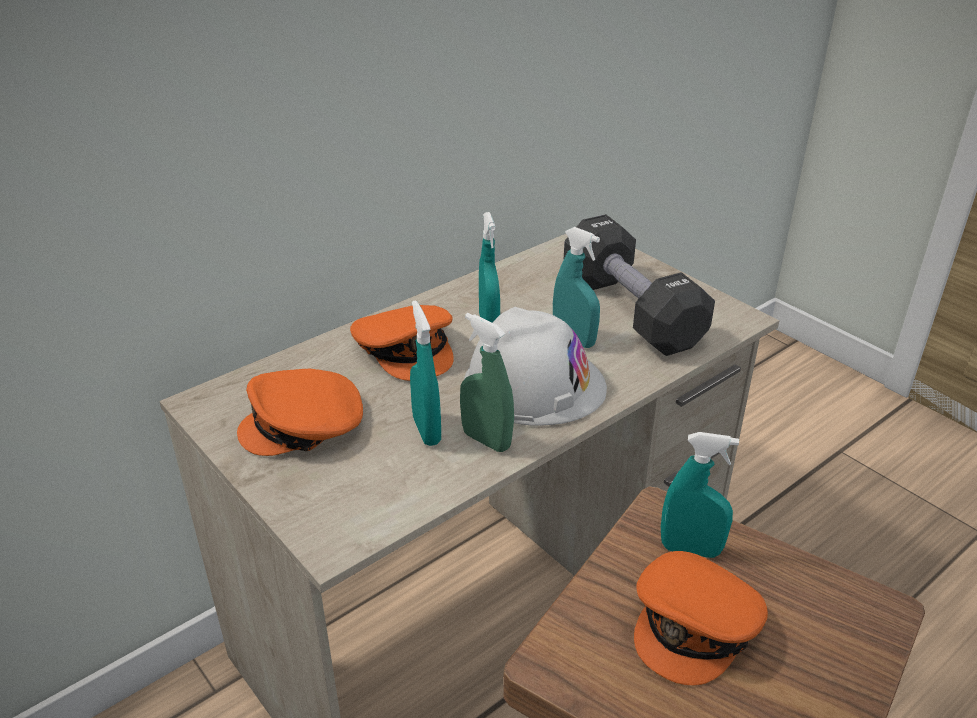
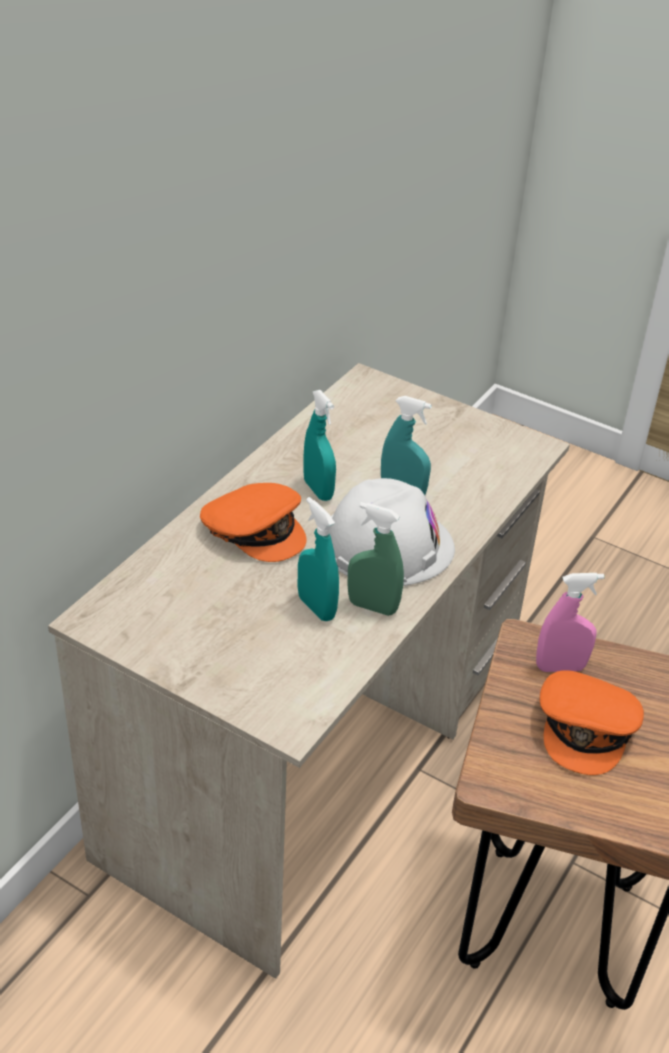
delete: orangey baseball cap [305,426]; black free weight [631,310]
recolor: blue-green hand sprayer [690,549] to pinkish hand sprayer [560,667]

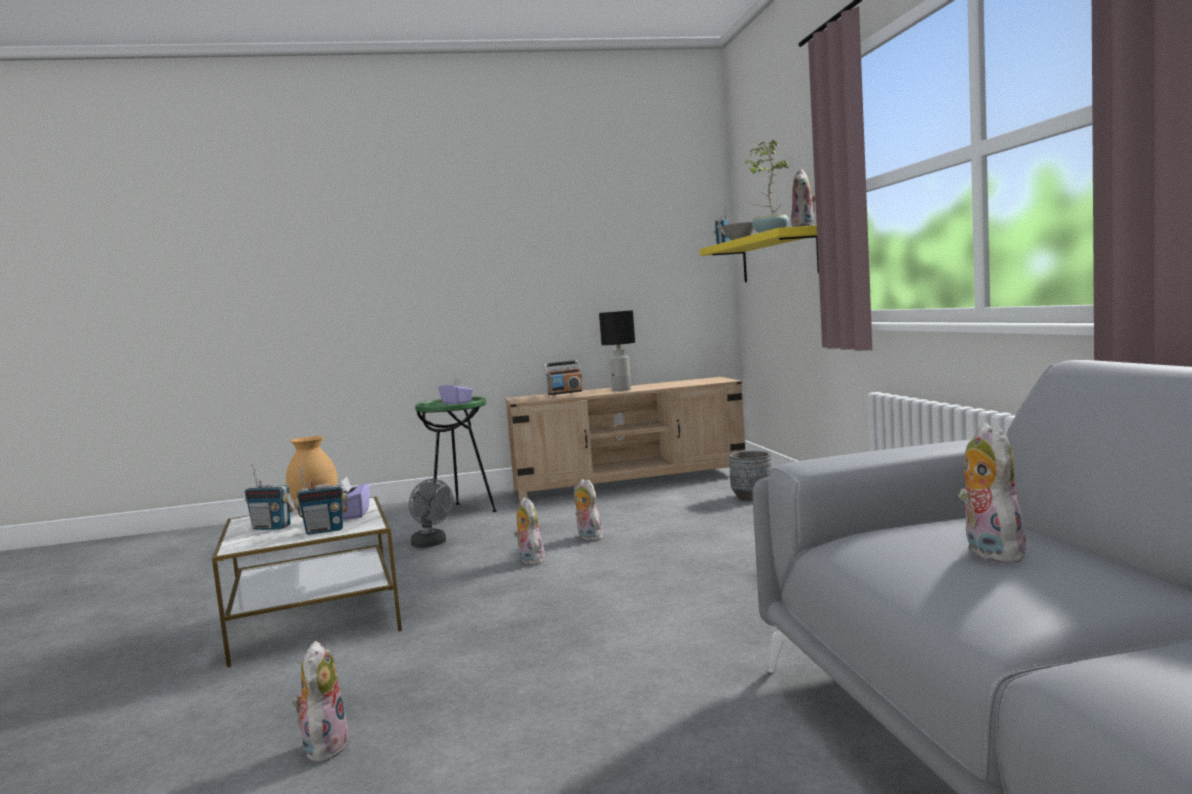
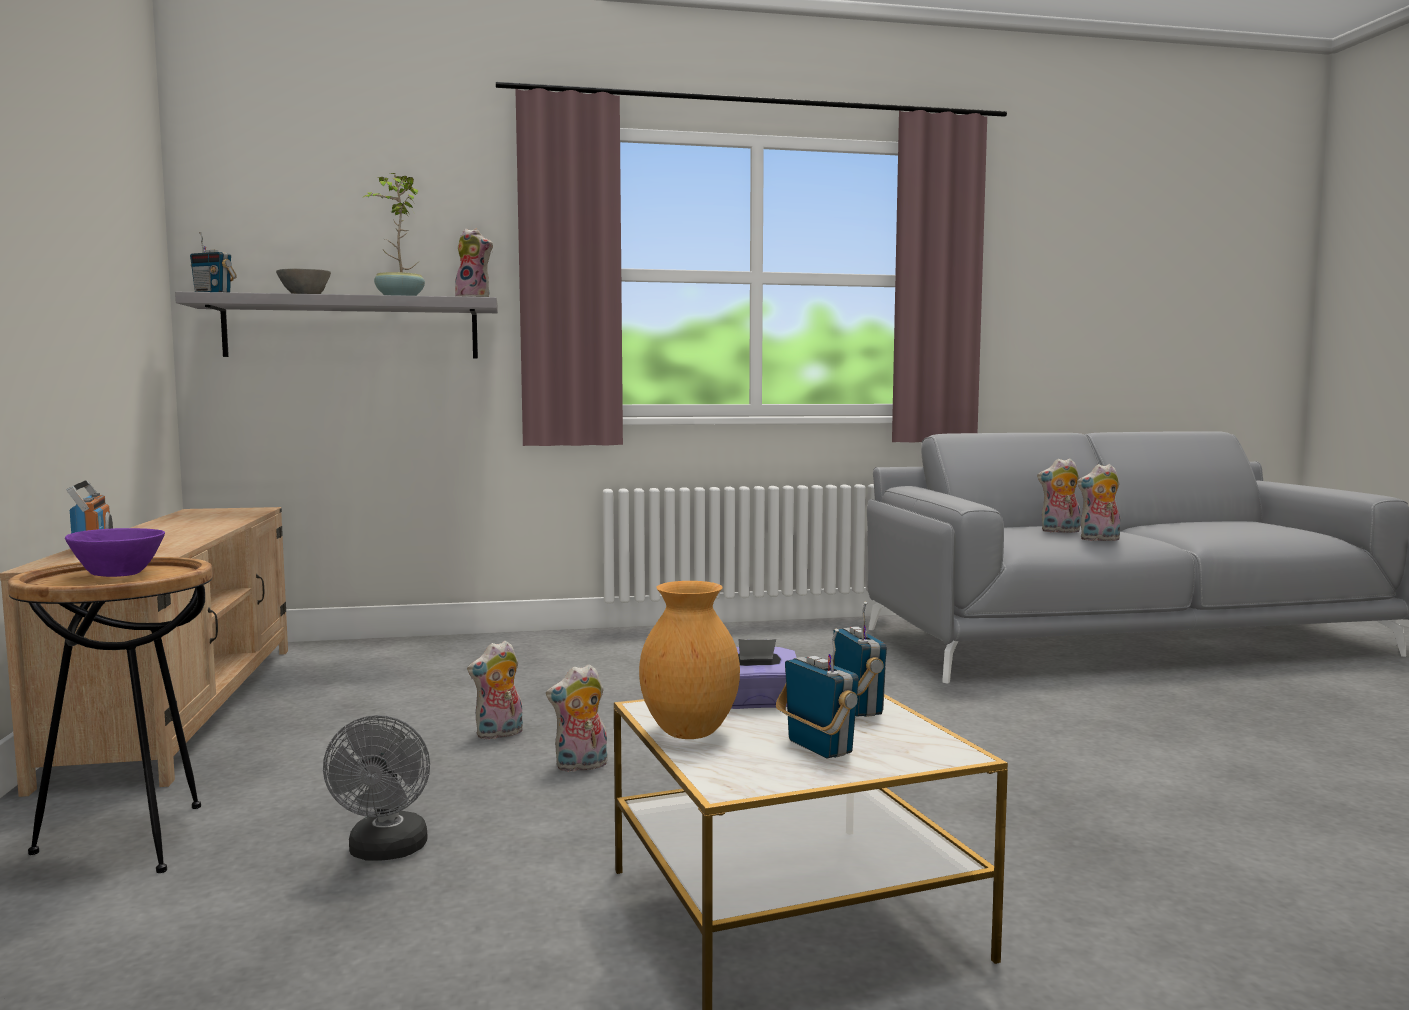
delete: black tabletop lamp [621,390]; gray flower pot [752,497]
move: cuddly toy [324,746] to [1099,540]
replace: purple-coloured tissue holder [457,403] to purple-coloured bowl [117,574]
recolor: greenish side table [461,512] to brown side table [132,842]; yellow bracket shelf [778,257] to gray bracket shelf [352,329]
rotate: gray cooling fan [431,544] = [386,852] 120 degrees clockwise; radio [272,527] = [818,748] 45 degrees counterclockwise

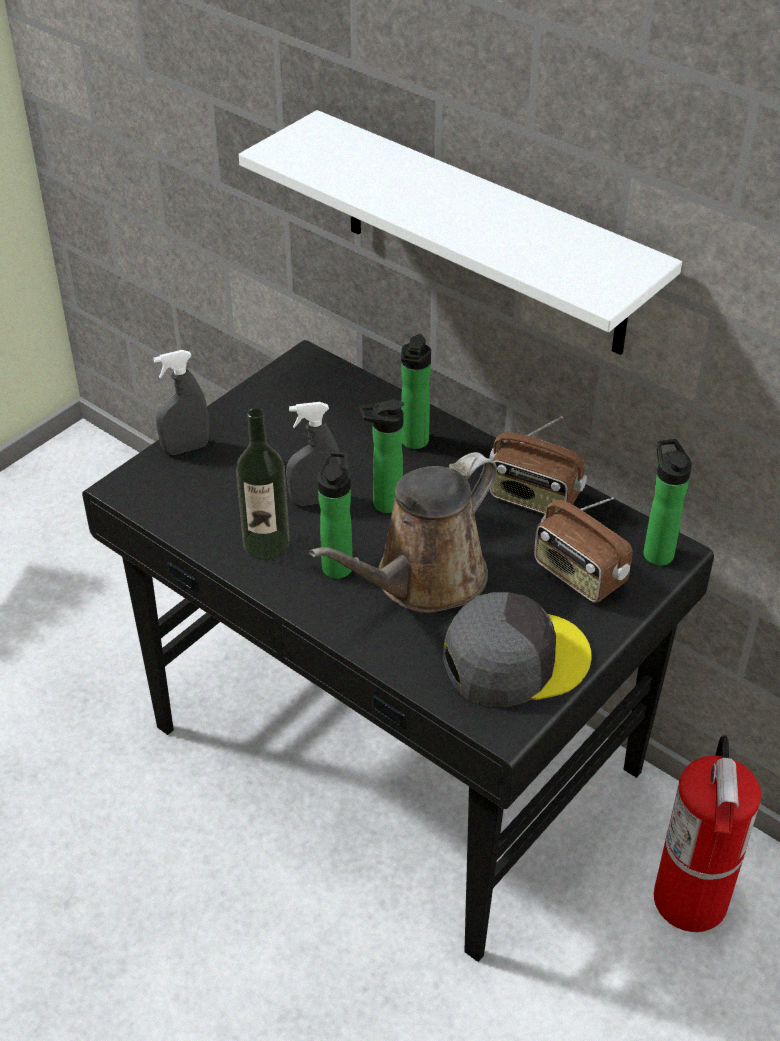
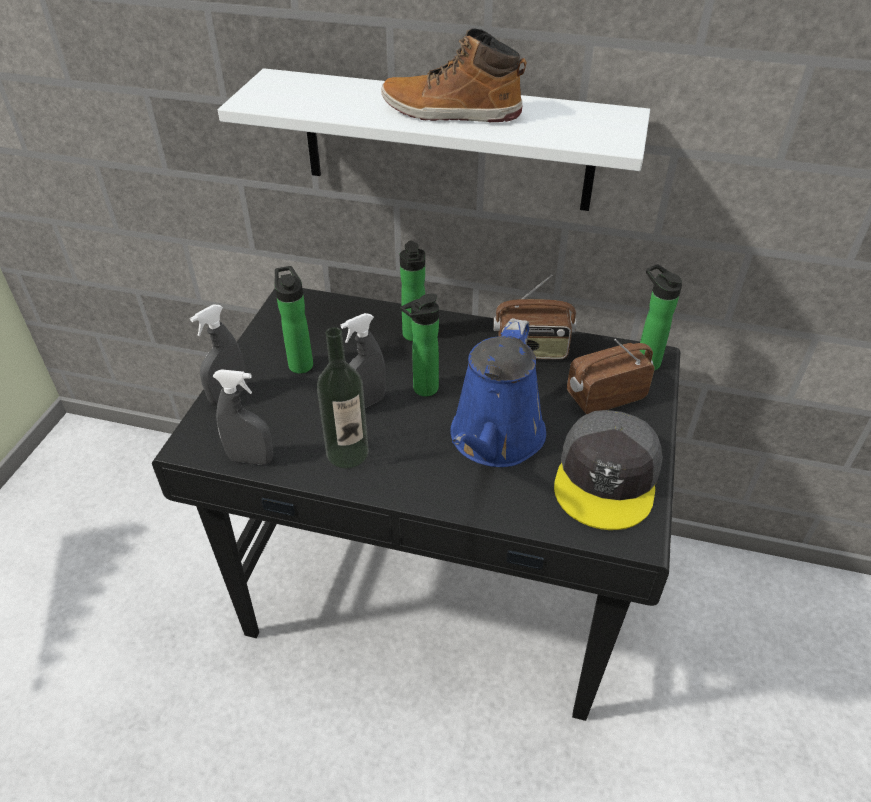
delete: fire extinguisher [690,901]
insert: gray hand sprayer [251,459]; tall boot [450,112]
move: drink bottle [338,564] to [300,363]
recolor: brown watering pot [423,581] to bluish watering pot [494,440]
rotate: gray baseball cap [514,658] = [607,477] 150 degrees clockwise; radio [578,575] = [605,396] 135 degrees clockwise

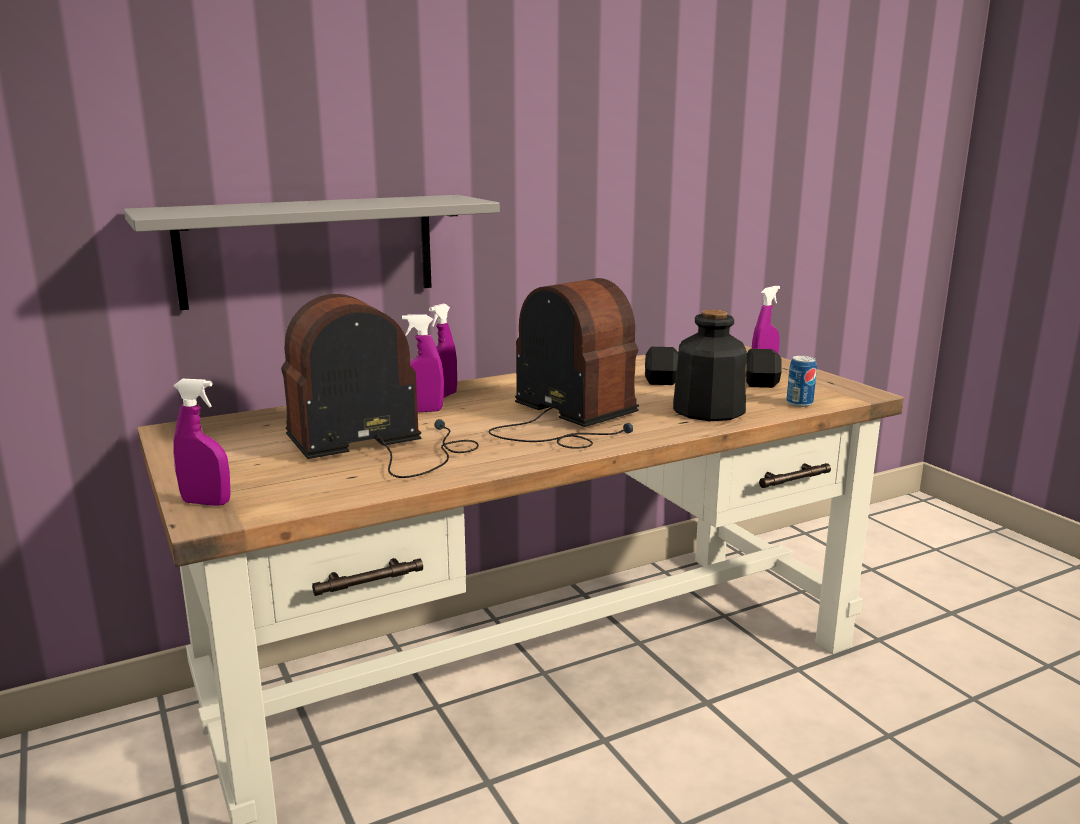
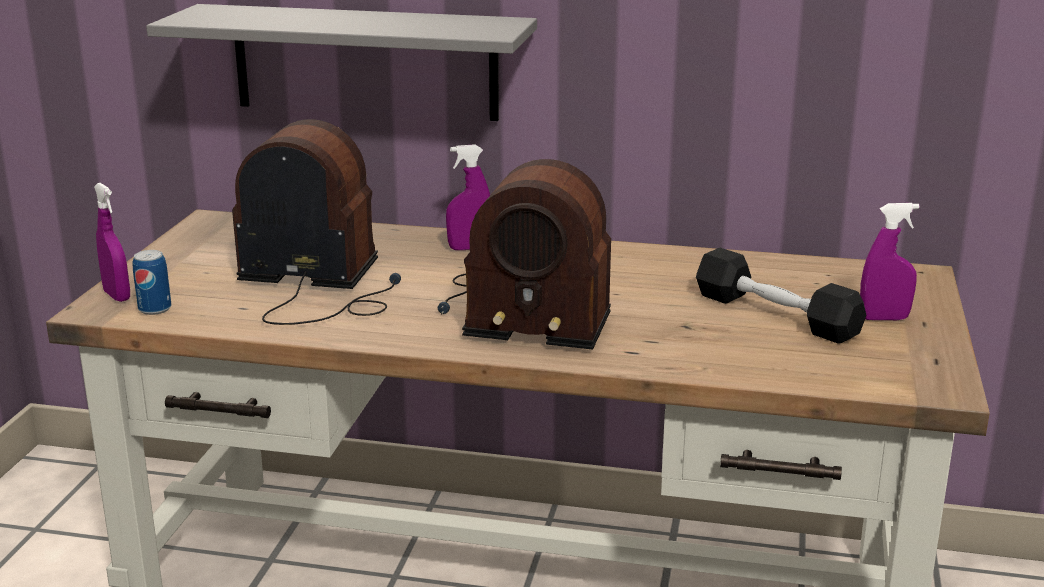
delete: purple-coloured hand sprayer [422,411]; drink bottle [707,410]
move: metal can [799,403] to [155,309]
rotate: radio [568,420] = [523,312] 105 degrees clockwise

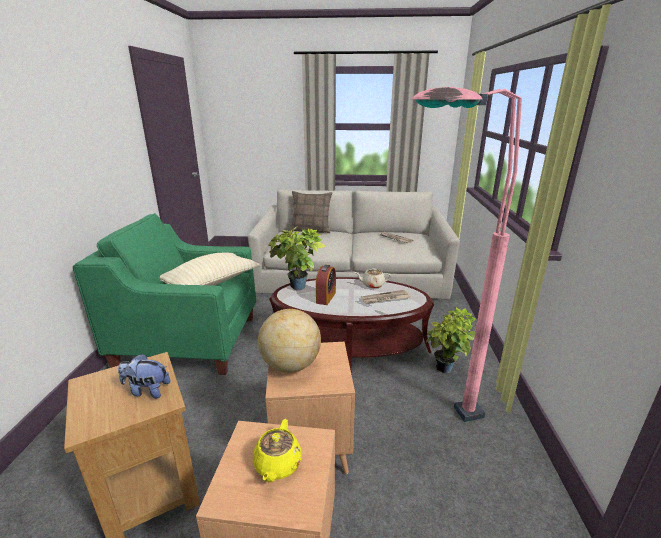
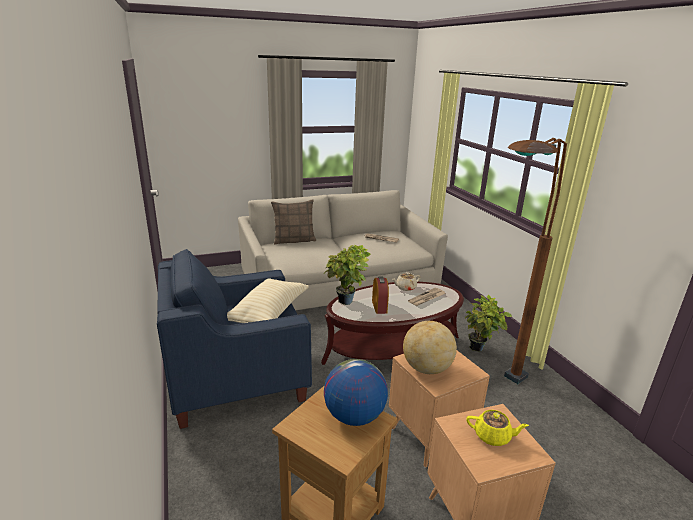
replace: cuddly toy [147,390] to globe [354,416]
recolor: greenish armchair [189,341] to bluish armchair [237,379]; pinkish floor lamp [427,420] to brown floor lamp [493,390]
rotate: yellow tea pot [277,465] = [493,436] 60 degrees counterclockwise

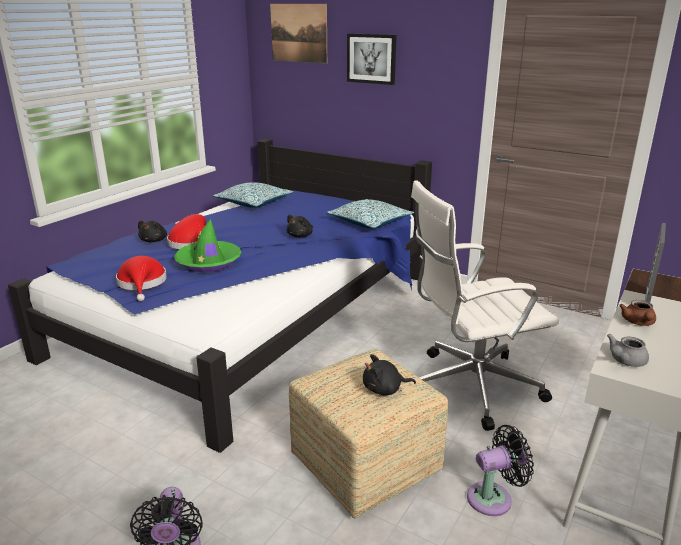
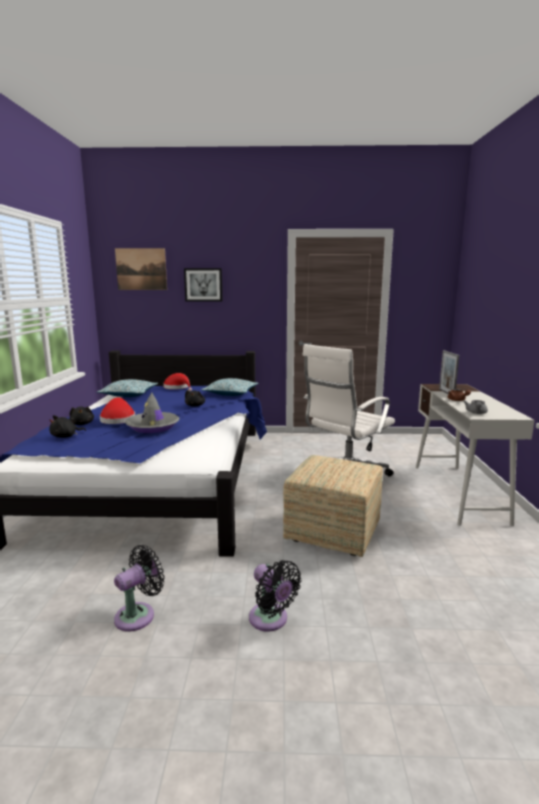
move: black cuddly toy [384,389] to [66,436]; black cooling fan [494,498] to [138,615]; red wearable hat [142,283] to [178,388]
recolor: greenish wearable hat [209,262] to gray wearable hat [153,427]

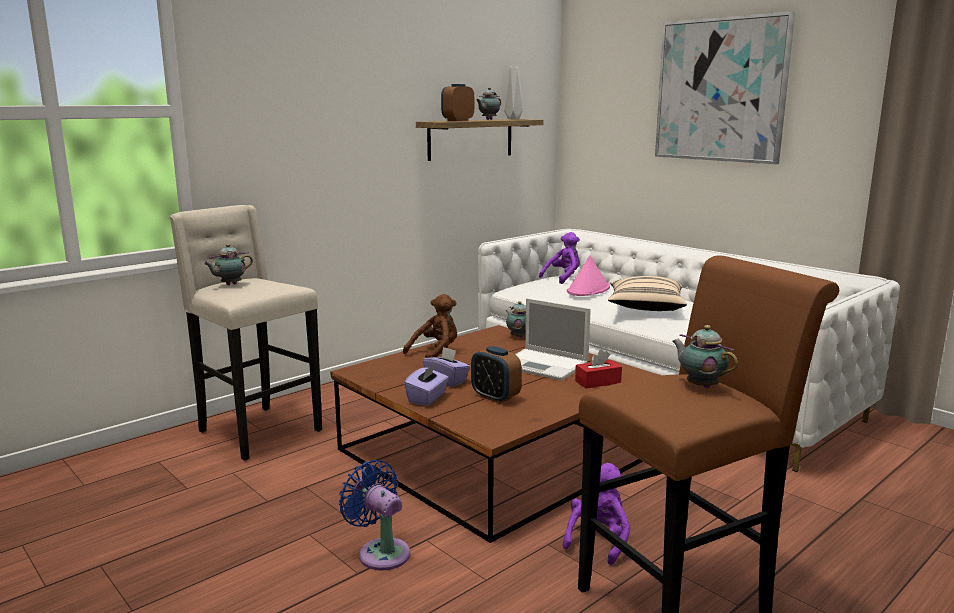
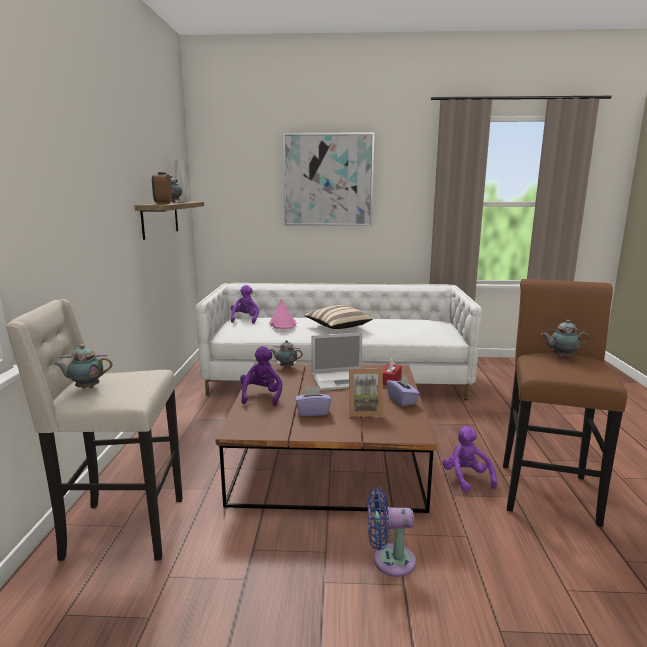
move: purple-coloured tissue holder [427,398] to [402,400]
replace: table clock [495,397] to standing frame [364,411]
recolor: brown cuddly toy [435,353] to purple-coloured cuddly toy [261,396]
rotate: tea pot [229,285] = [86,388] 75 degrees clockwise

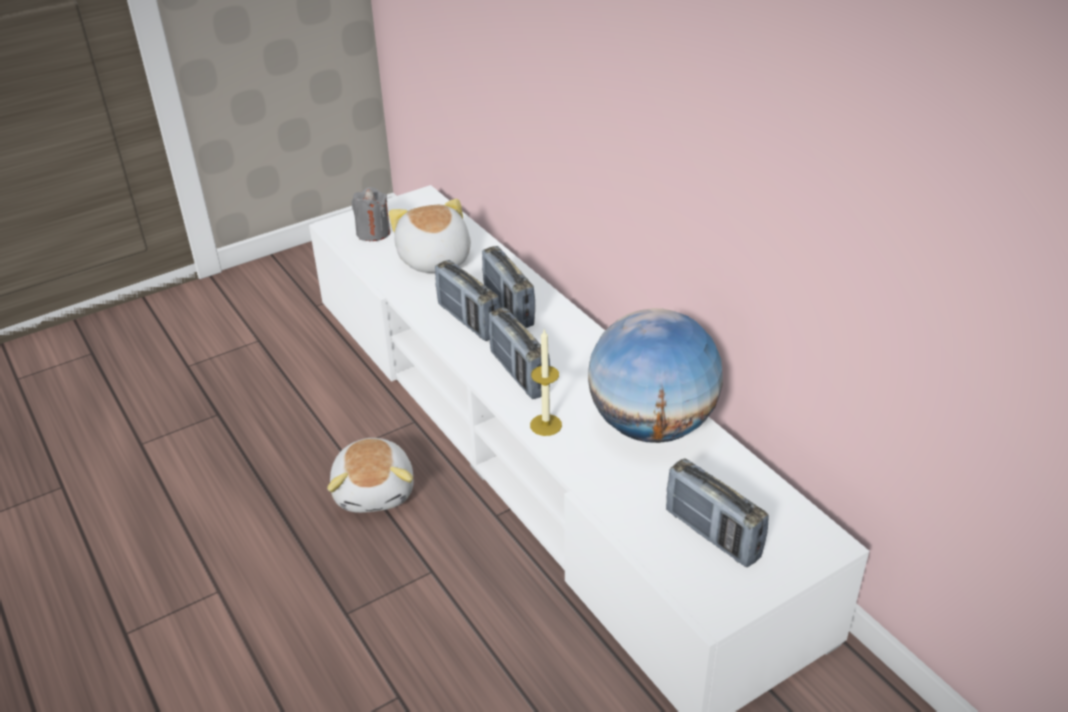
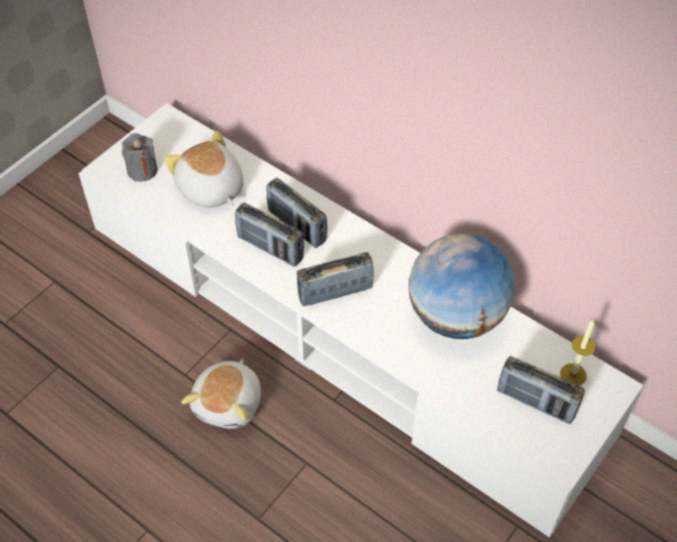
move: candle [546,425] to [573,374]
rotate: cuddly toy [375,490] = [229,403] 45 degrees clockwise; radio [519,374] = [335,292] 120 degrees clockwise

